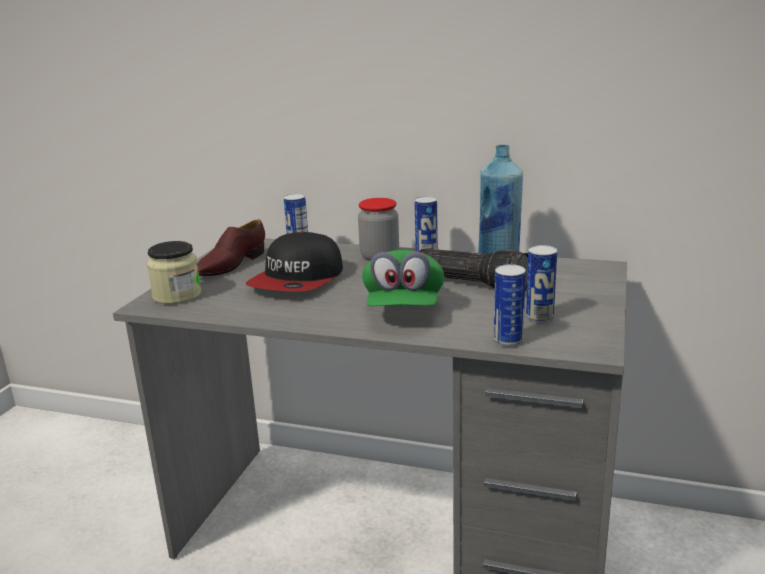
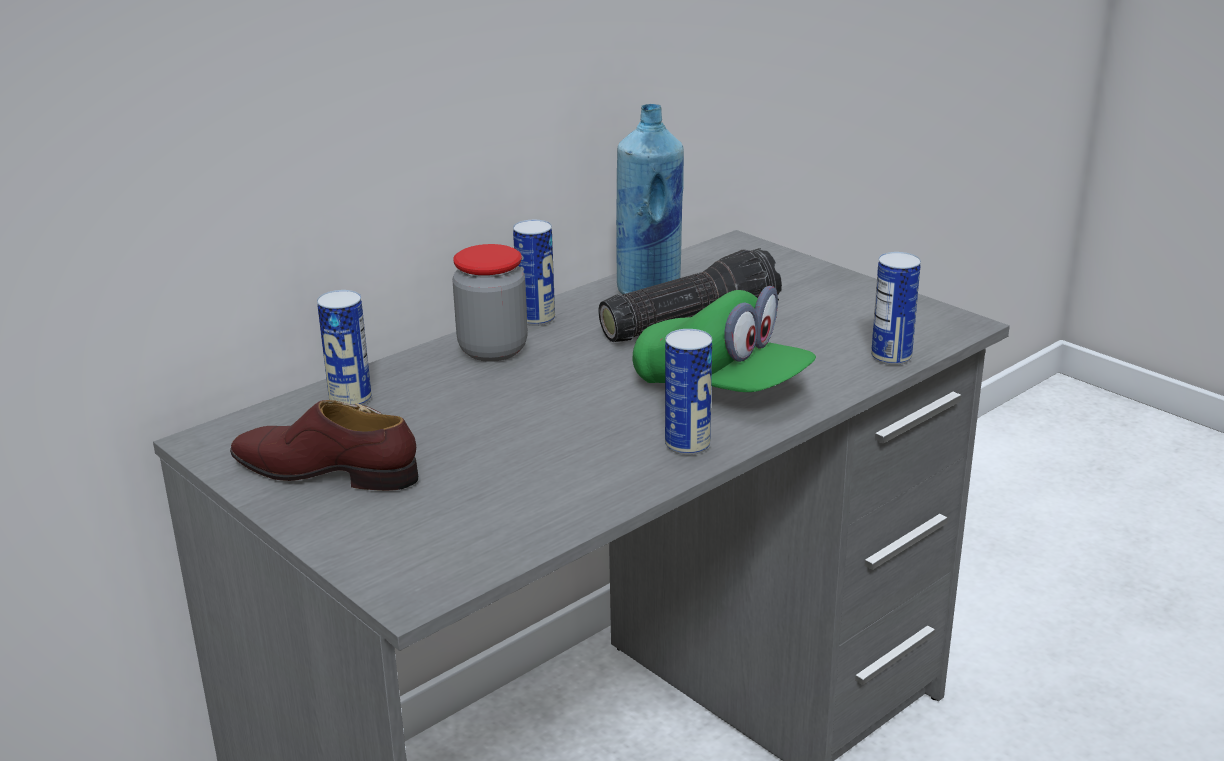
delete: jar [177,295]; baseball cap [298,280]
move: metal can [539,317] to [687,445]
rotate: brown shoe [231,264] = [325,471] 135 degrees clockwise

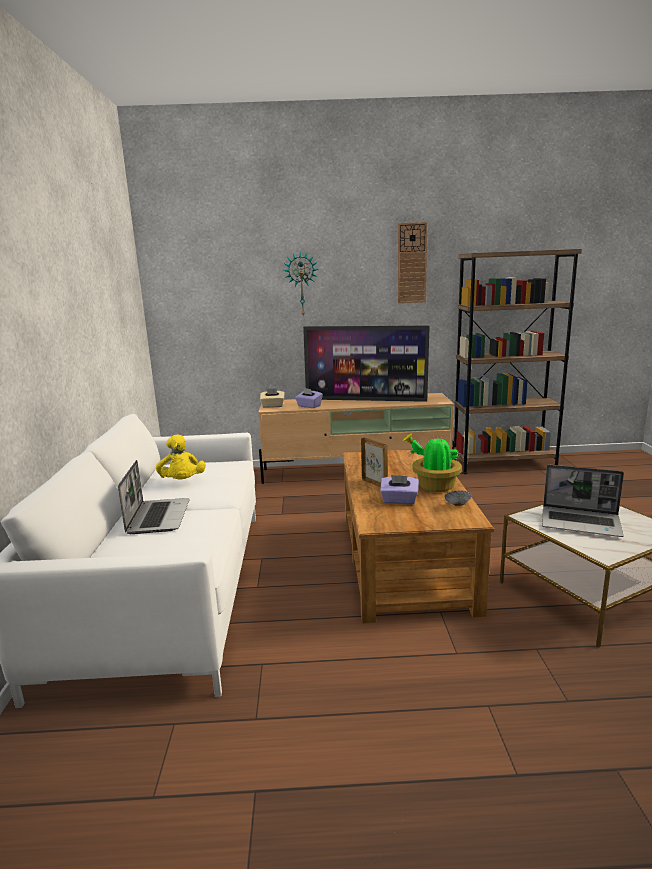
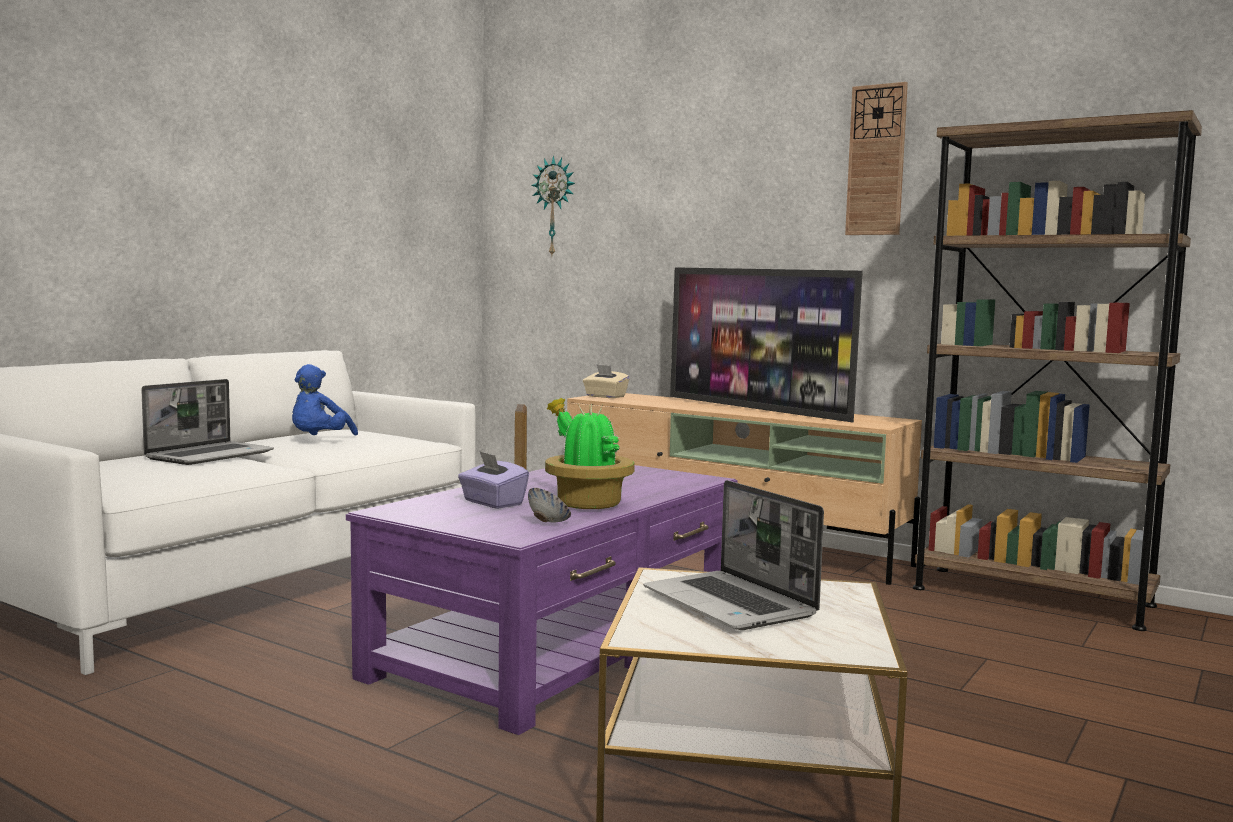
delete: purple-coloured tissue holder [309,406]
move: hanging clock [301,284] to [555,207]
recolor: yellow cuddly toy [182,482] to bluish cuddly toy [318,441]; brown lounge table [405,559] to purple-coloured lounge table [561,645]

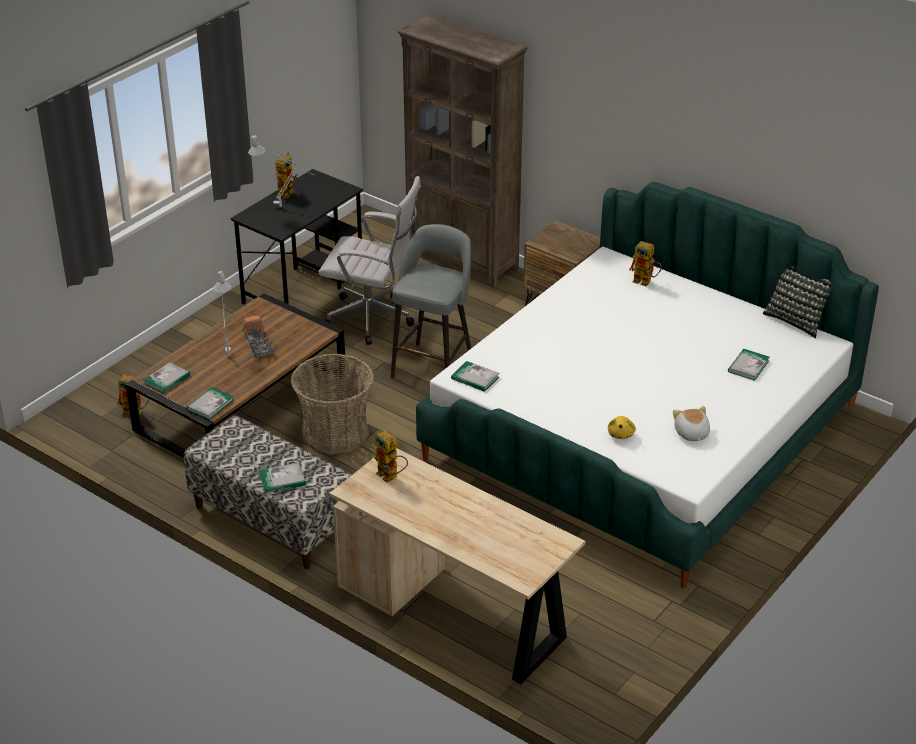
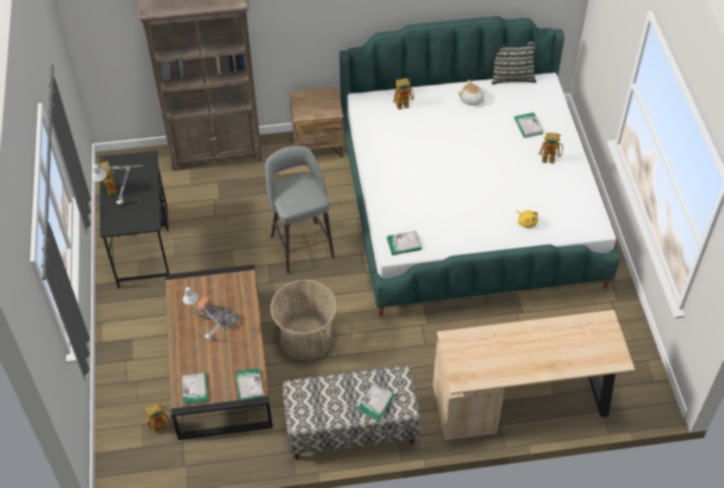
delete: white-coloured office chair [373,319]
move: cuddly toy [691,434] to [471,100]; toy robot [391,477] to [551,159]

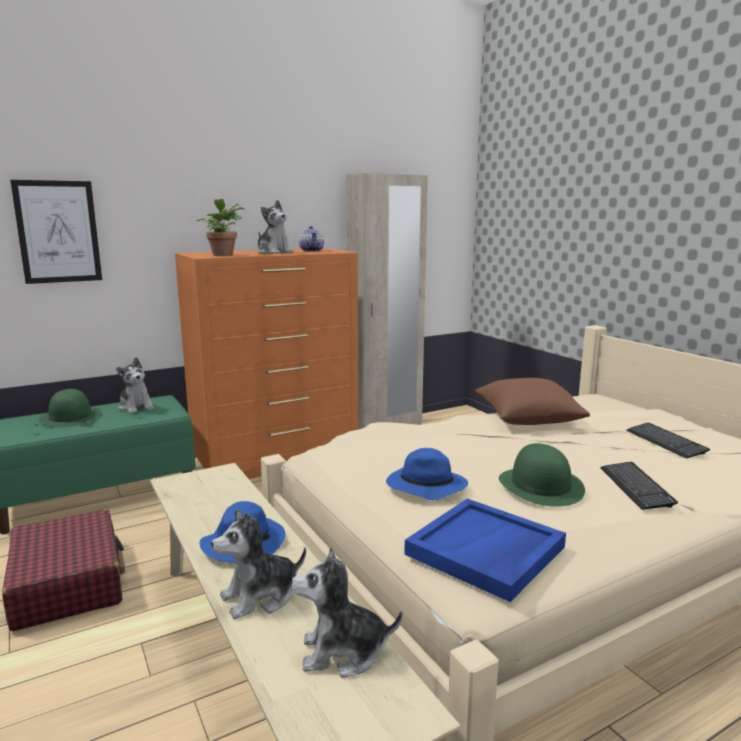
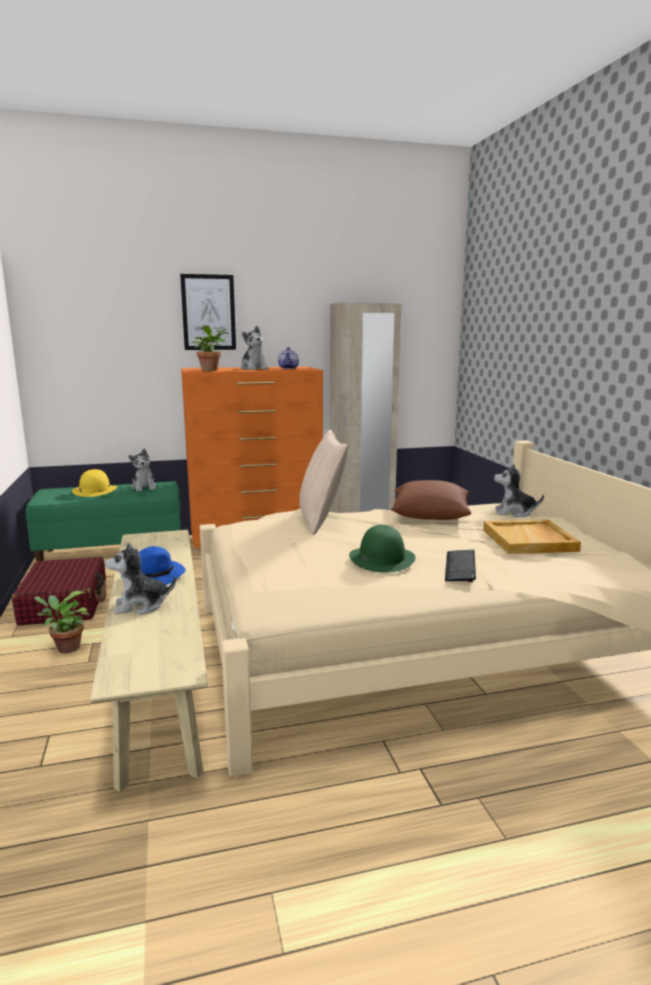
delete: bluish wearable hat [425,487]; bluish tray [485,551]
insert: houseplant [65,648]; beige-coloured pillow [321,520]
move: wall picture [58,232] to [208,312]; cuddly toy [343,652] to [514,513]
replace: keyboard [665,442] to beige-coloured tray [530,540]
recolor: greenish wearable hat [70,417] to yellow wearable hat [95,490]

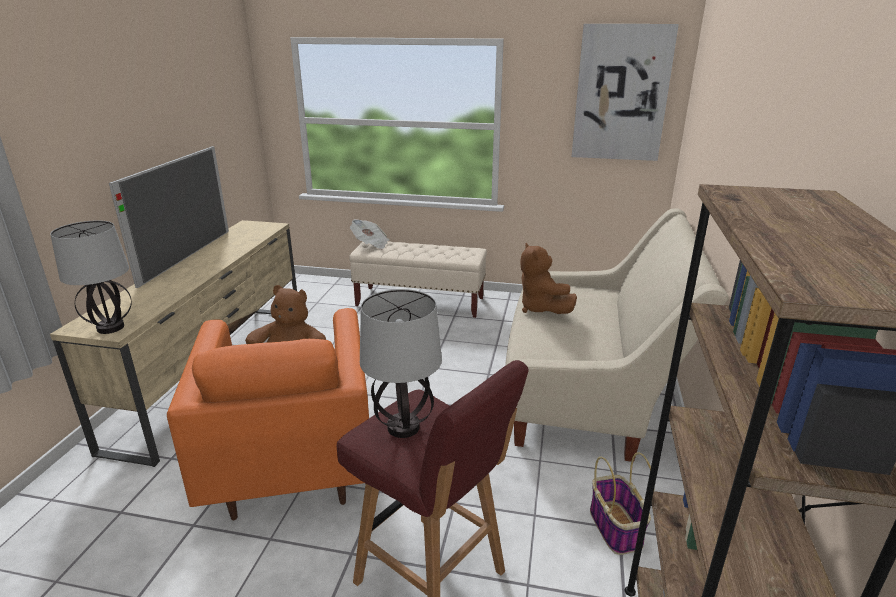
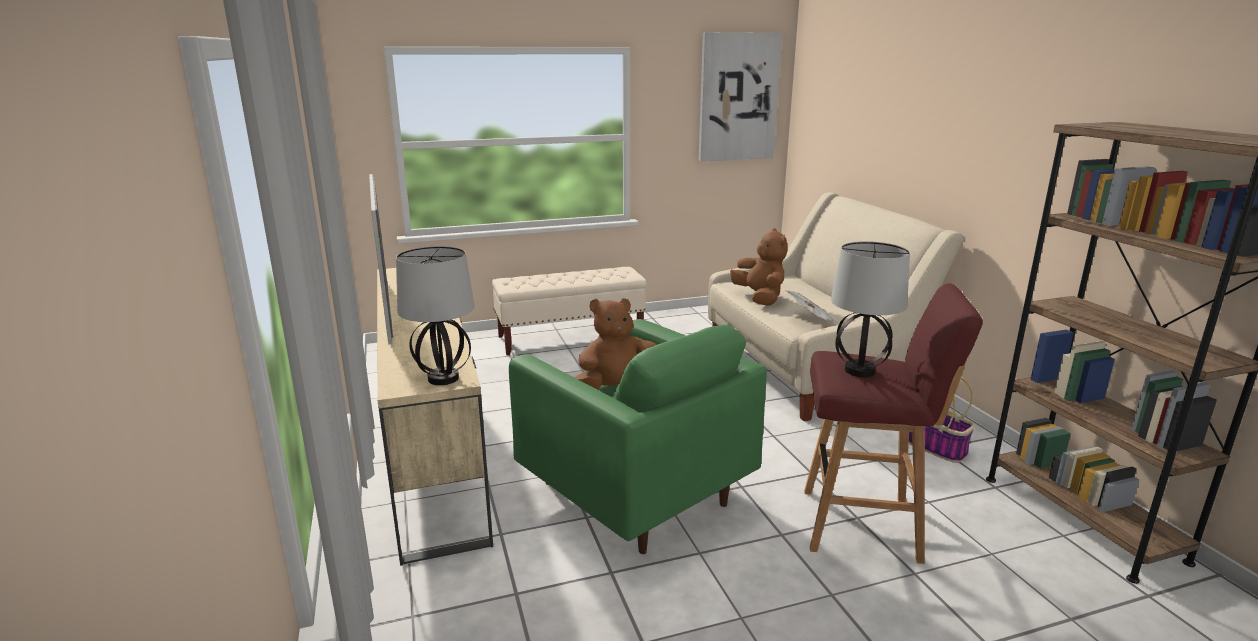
move: newspaper [370,244] to [811,320]
recolor: orangey armchair [291,462] to greenish armchair [633,494]
rotate: brown cuddly toy [541,308] = [760,298] 150 degrees counterclockwise

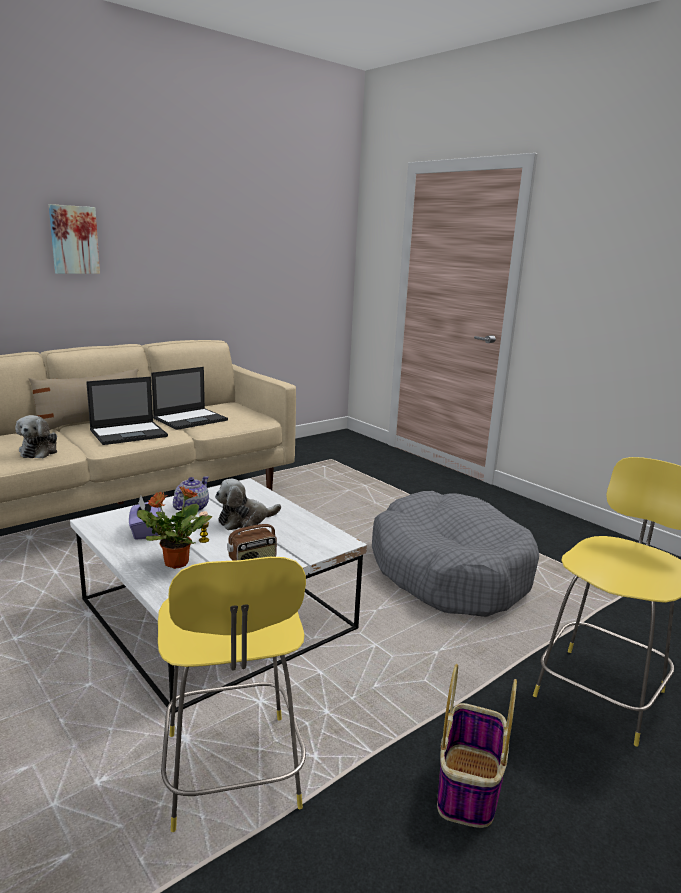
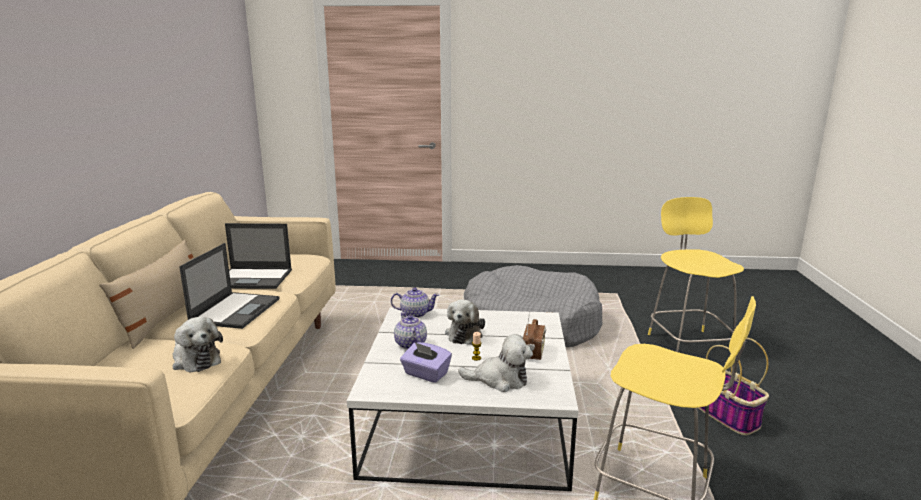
delete: wall picture [74,240]
insert: tea pot [415,314]
replace: houseplant [175,563] to cuddly toy [499,380]
rotate: notebook computer [191,419] = [254,279] 90 degrees clockwise

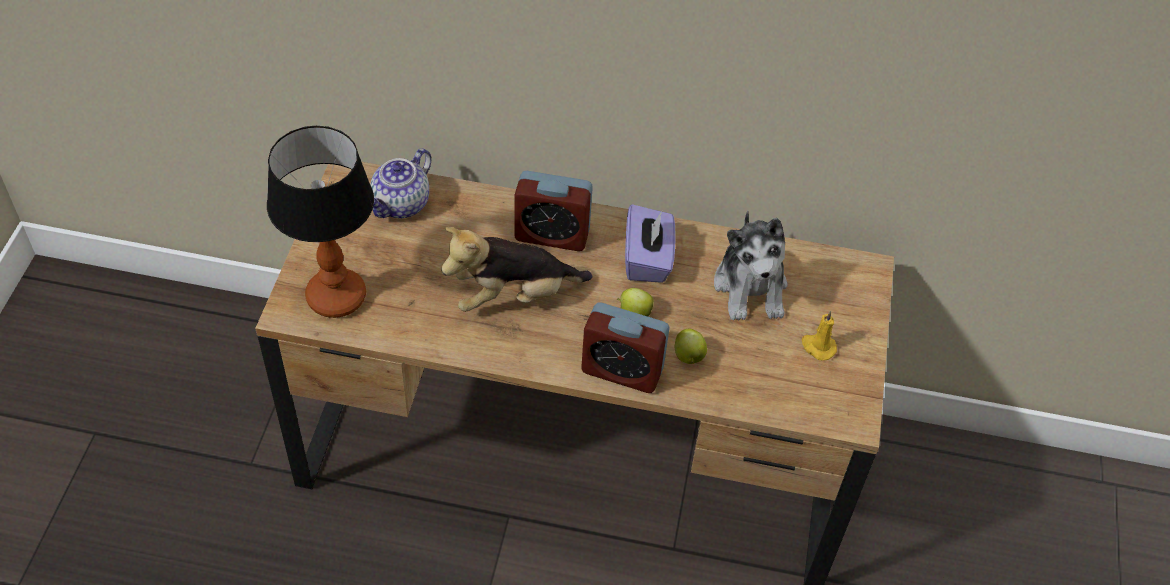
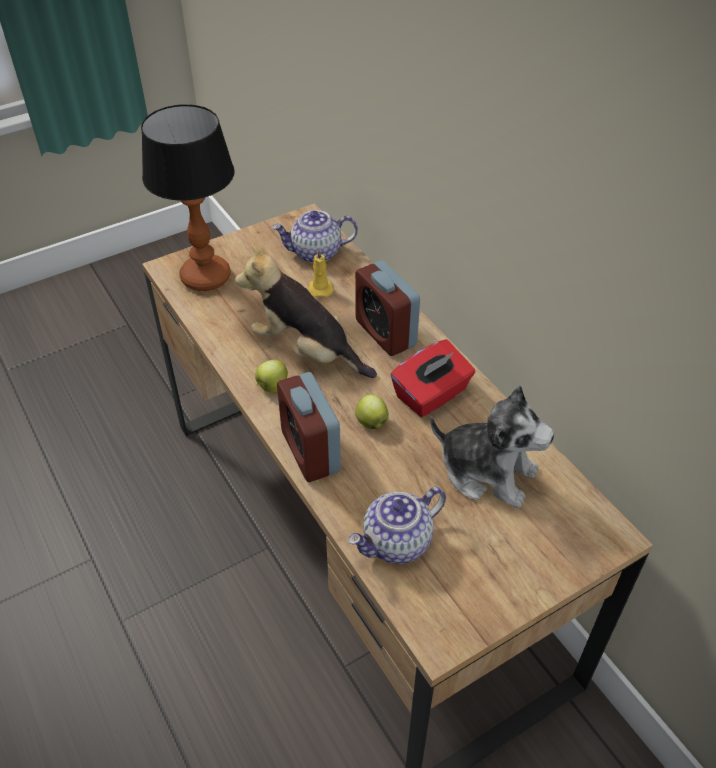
insert: tea pot [397,543]
move: whole apple [689,357] to [271,387]; yellow candle [817,347] to [320,288]
recolor: purple-coloured tissue holder [648,259] to red tissue holder [431,395]
rotate: cuddly toy [751,287] = [487,471] 105 degrees counterclockwise

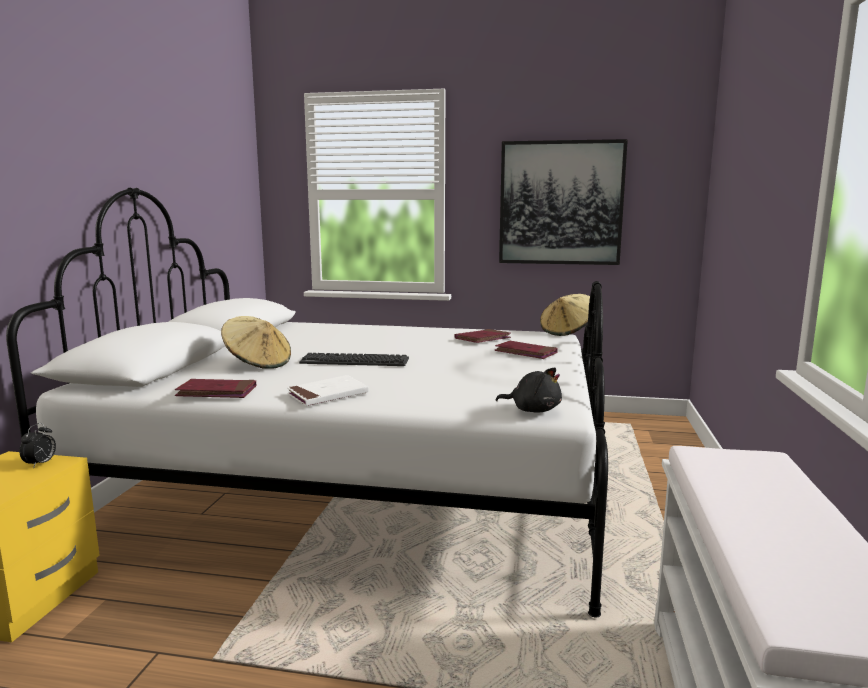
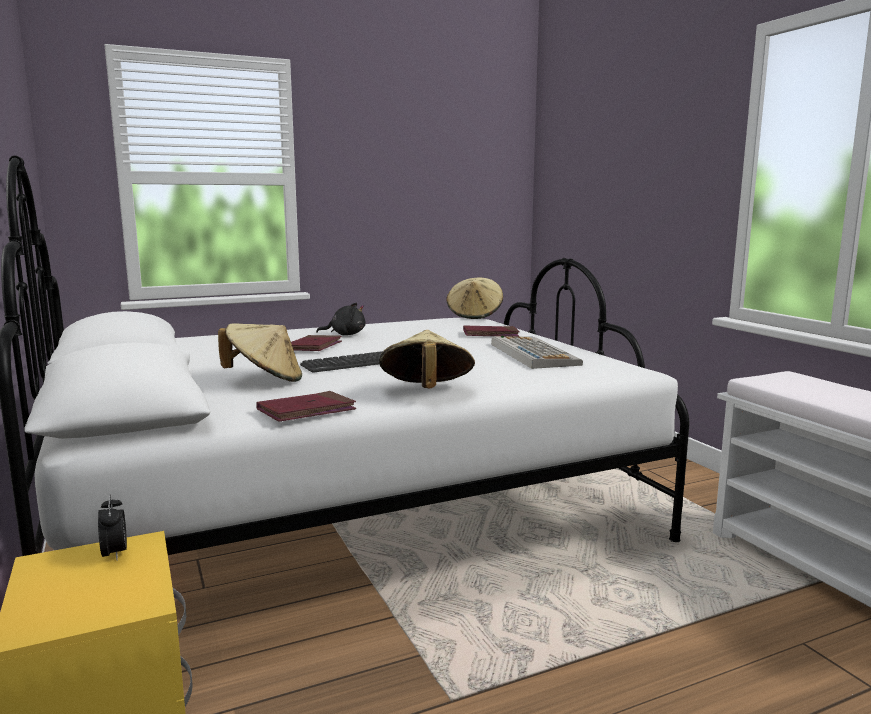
delete: wall picture [560,203]
insert: keyboard [532,354]
move: red bound book [482,339] to [313,347]; black cuddly toy [533,410] to [345,334]
replace: white-coloured bound book [328,394] to beige-coloured wearable hat [426,392]

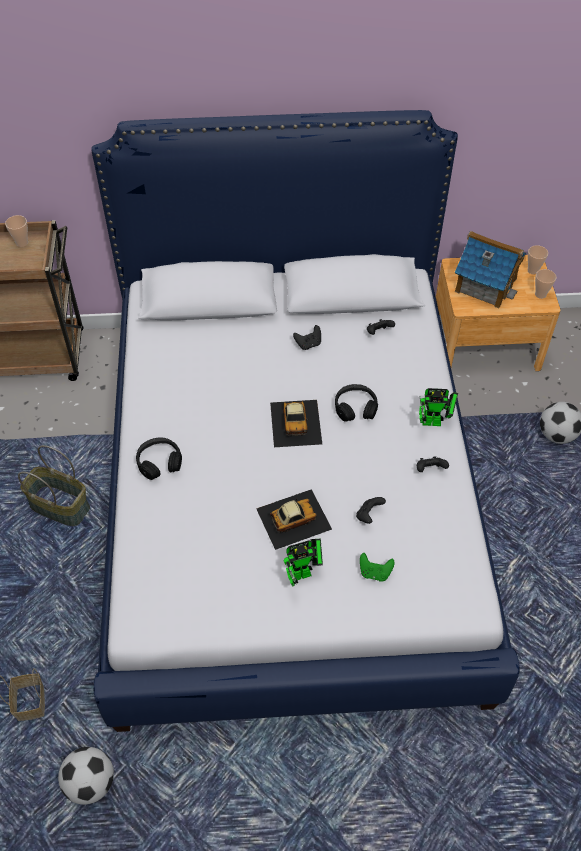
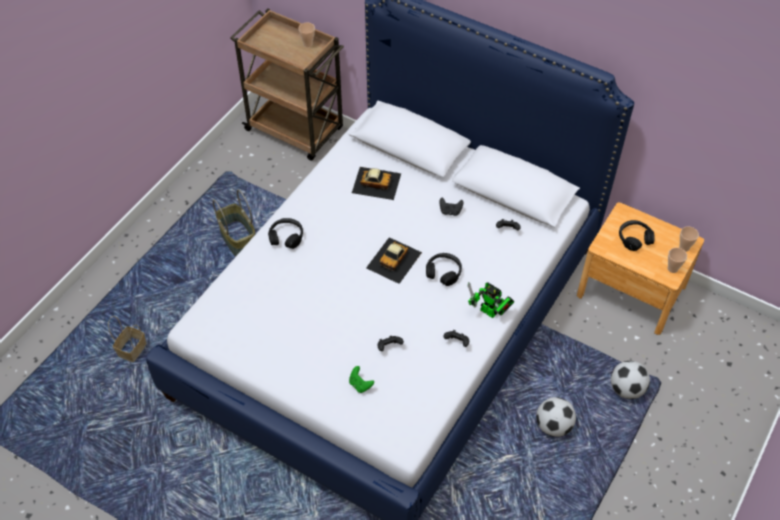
delete: toy robot [303,573]
move: model car [293,518] to [376,182]; ball for football [90,783] to [553,426]
replace: miniature house [485,284] to black headphones [634,238]

